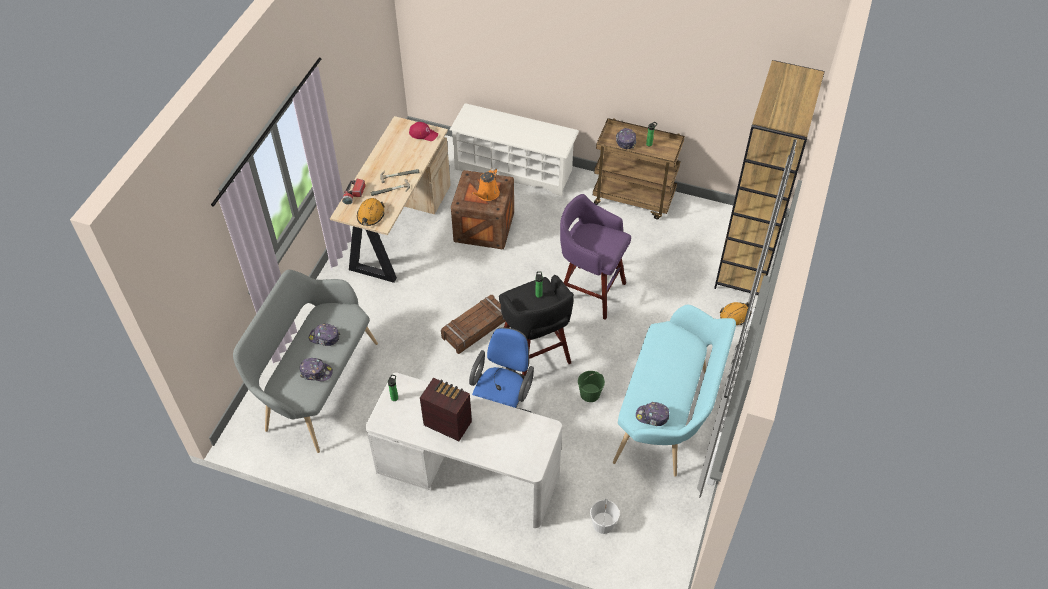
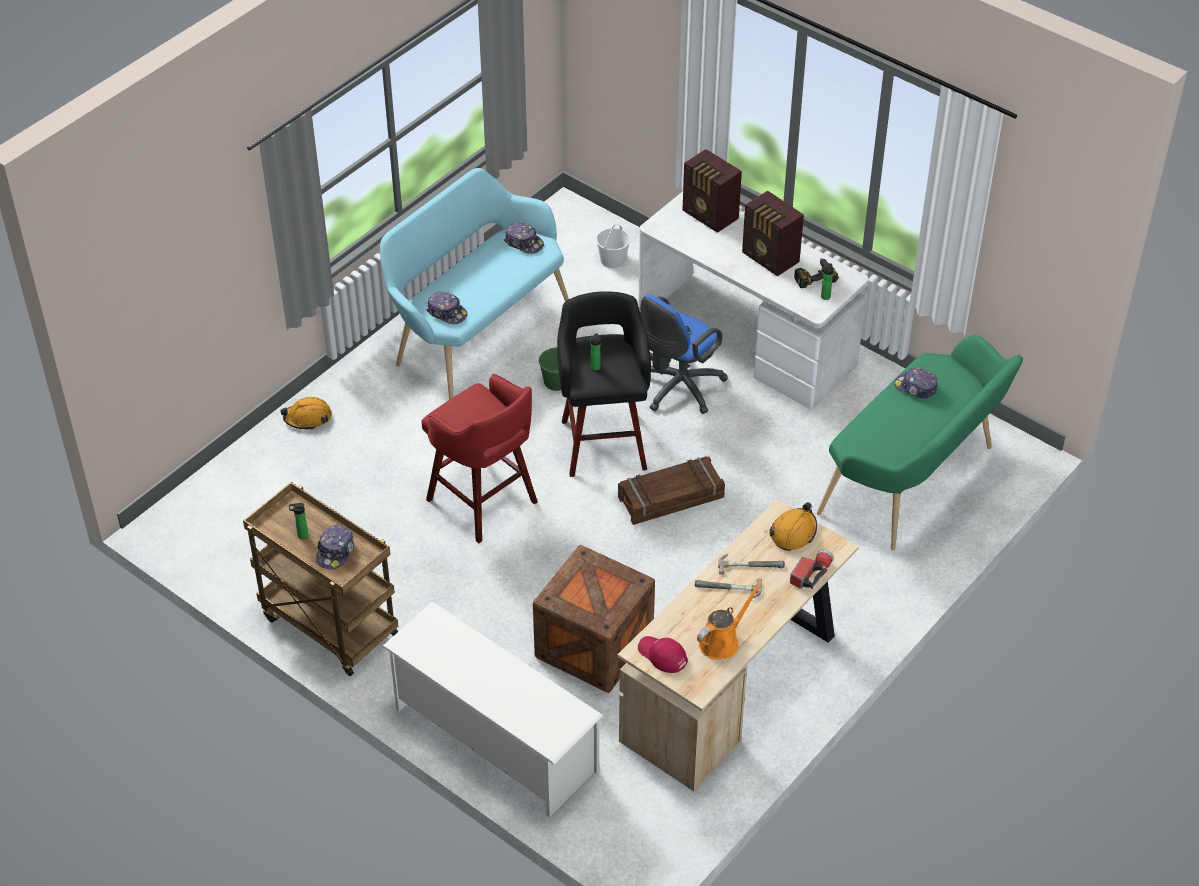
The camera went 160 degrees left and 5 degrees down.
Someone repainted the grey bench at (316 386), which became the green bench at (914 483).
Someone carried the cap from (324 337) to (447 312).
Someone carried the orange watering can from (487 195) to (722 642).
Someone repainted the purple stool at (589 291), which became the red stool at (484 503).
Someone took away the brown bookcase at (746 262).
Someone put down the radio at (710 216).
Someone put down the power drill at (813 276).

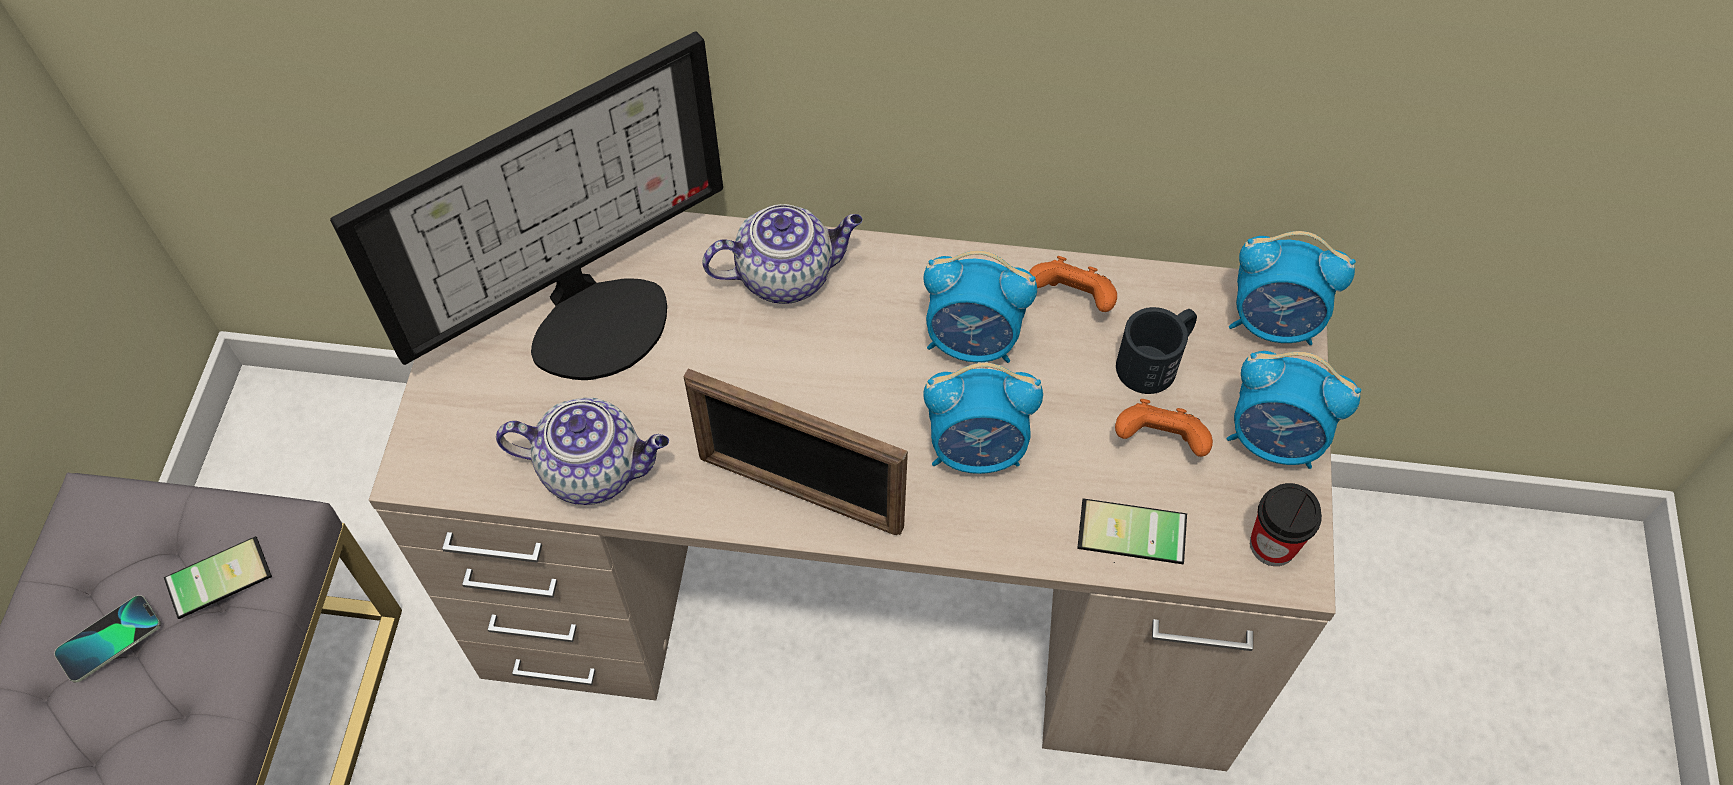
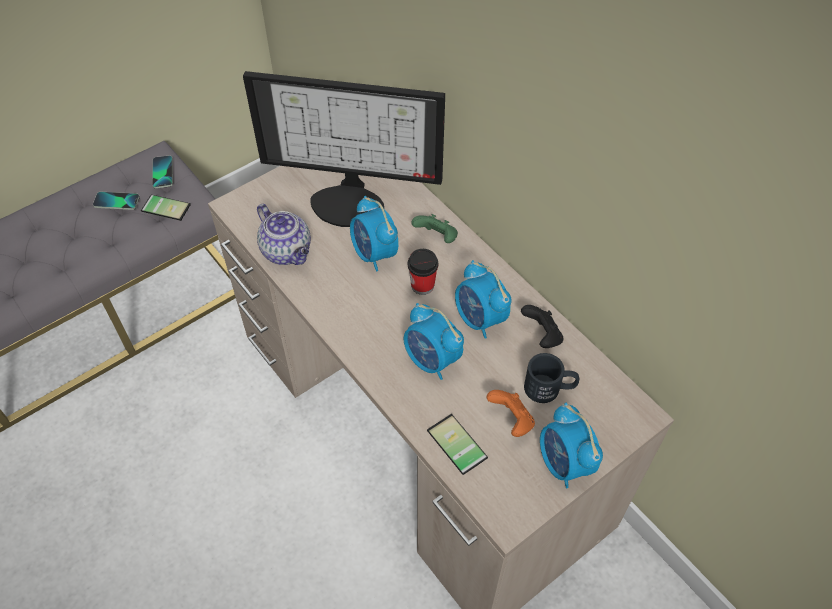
The camera went 45 degrees right and 5 degrees down.
Someone took away the picture frame at (799 493).
Someone swapped the teapot at (787 274) for the green game controller at (437 238).
Someone repainted the orange game controller at (1072 299), which became the black game controller at (542 336).
Someone carried the alarm clock from (1274 323) to (374 254).
Someone carried the cup from (1272 545) to (422 285).
Someone put down the phone at (162 172).

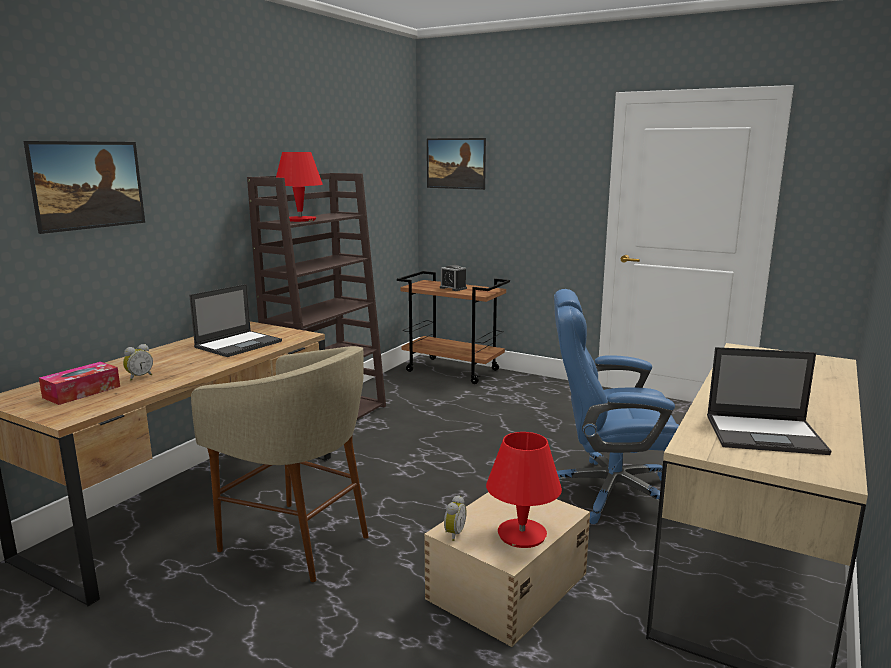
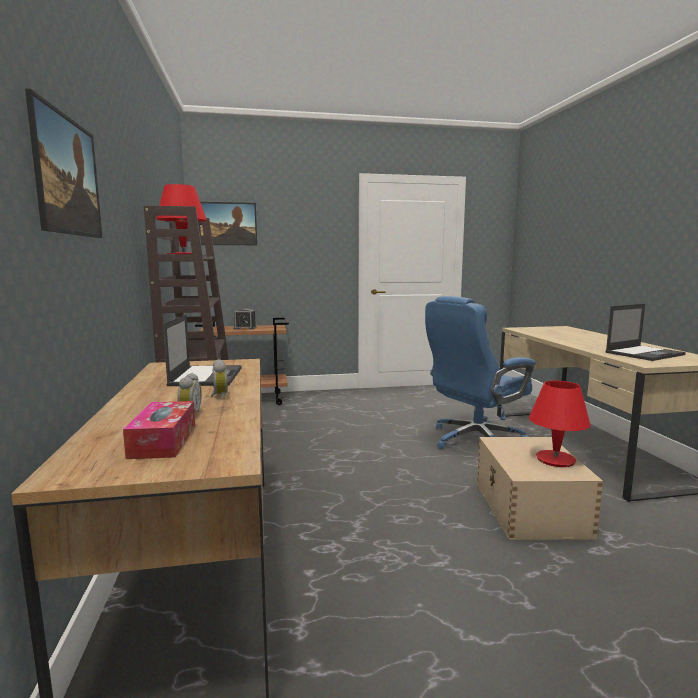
The camera went 40 degrees left and 5 degrees down.
Someone took away the beige stool at (297 542).
Someone carried the alarm clock from (453 533) to (219 396).

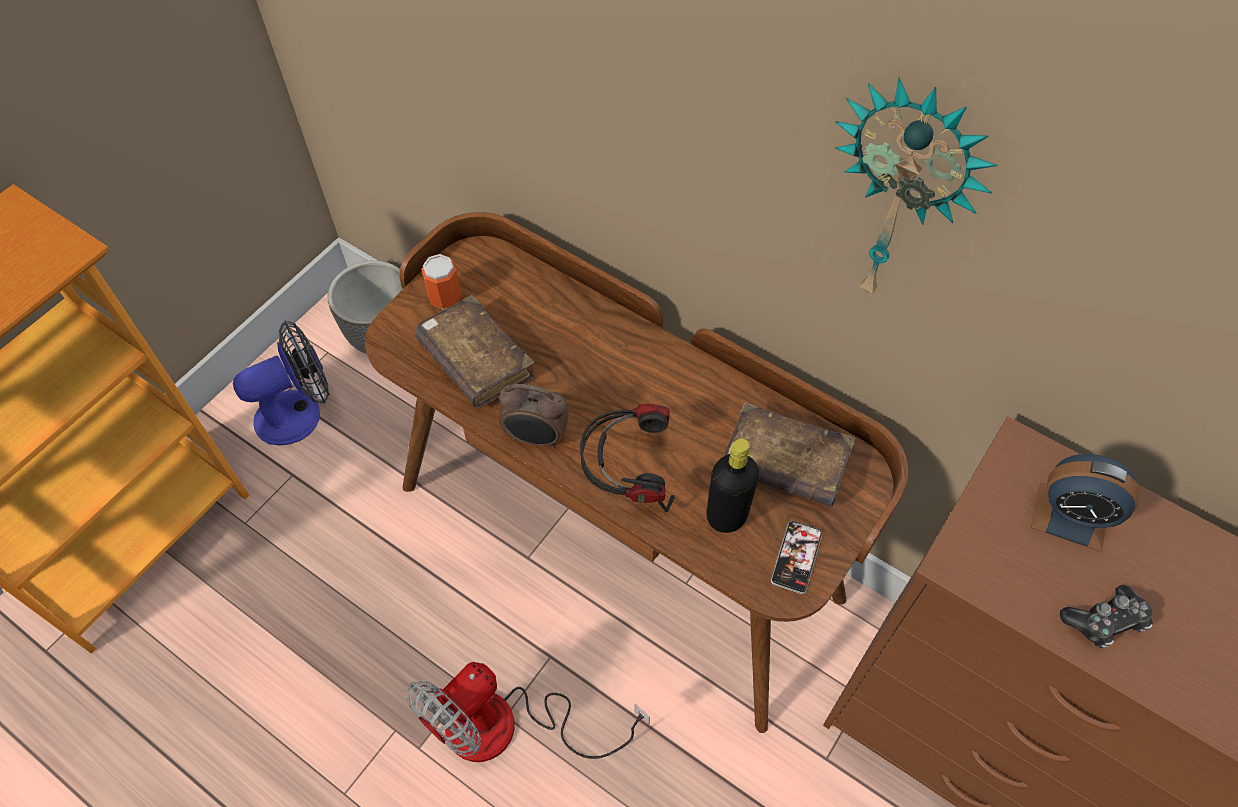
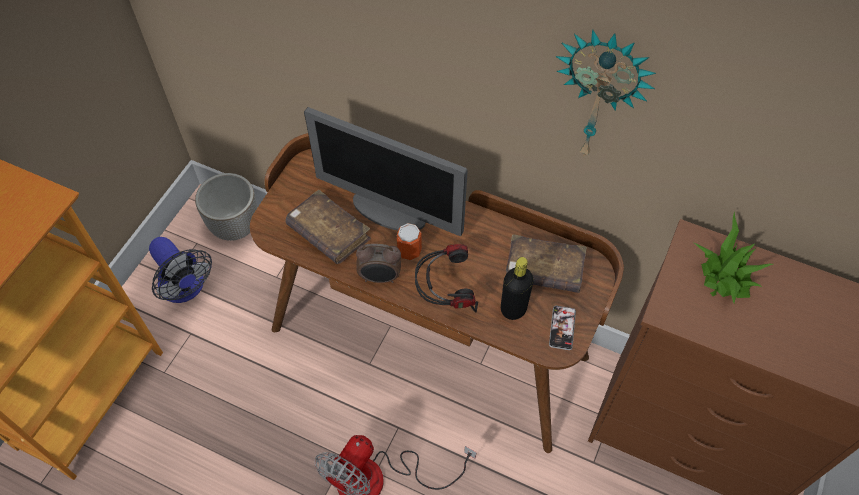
The camera went 10 degrees left and 0 degrees up.
Someone rotated the fan at (299 412) by 90 degrees clockwise.
Someone carried the can from (445 298) to (409 251).
Someone swapped the alarm clock at (1070 516) for the potted plant at (726 274).
Someone took away the game controller at (1104 621).
Someone put down the monitor at (389 211).

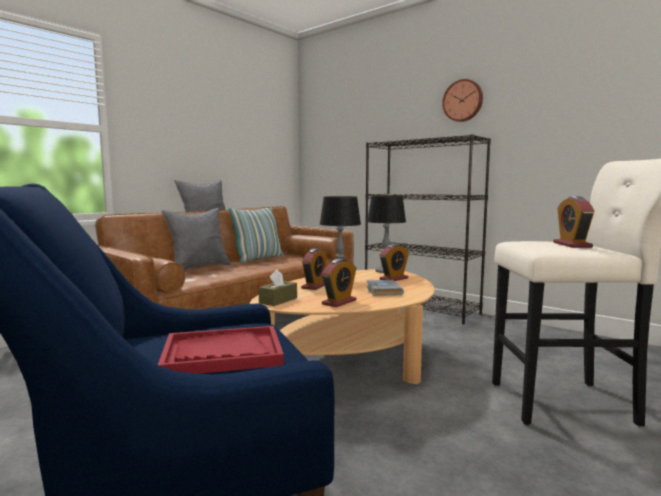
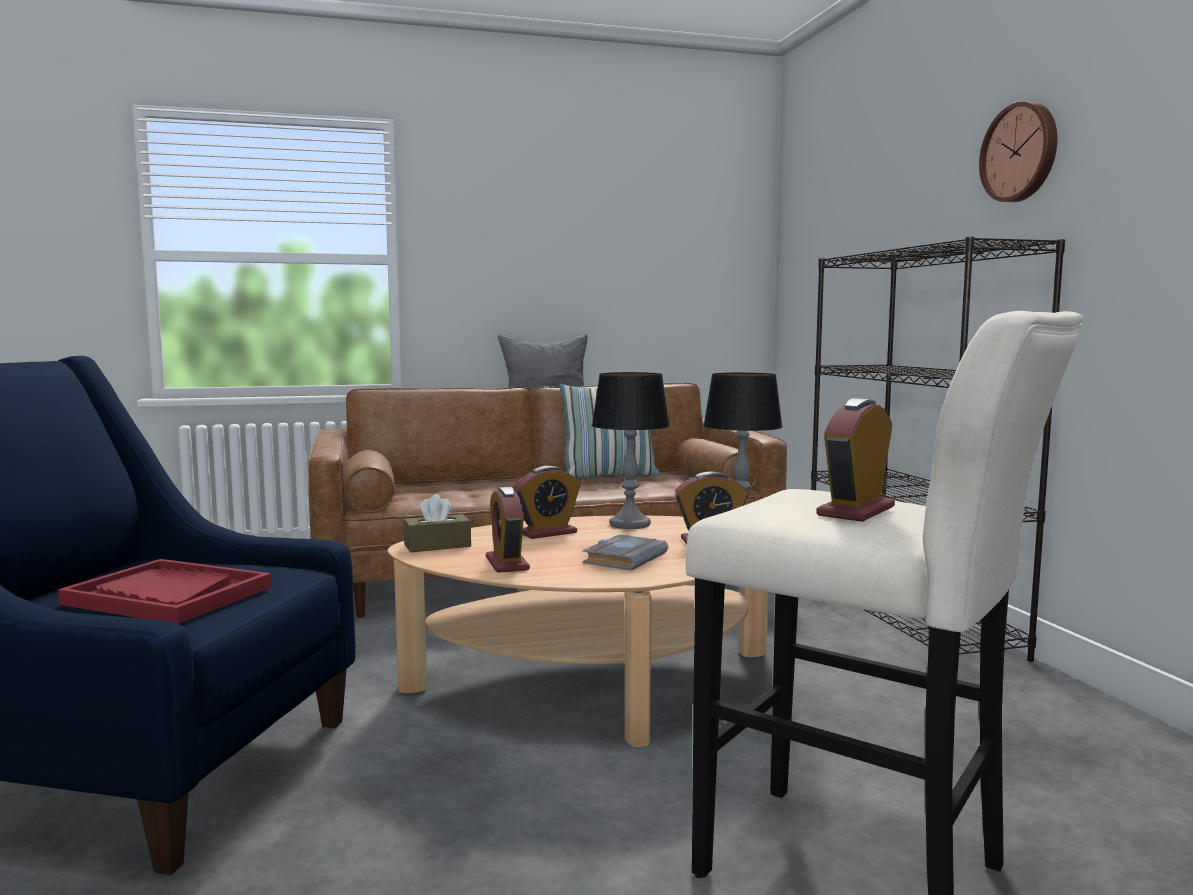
The camera went 35 degrees right and 0 degrees up.
Someone took away the grey pillow at (199 267).
Someone rotated the alarm clock at (339 302) by 90 degrees clockwise.

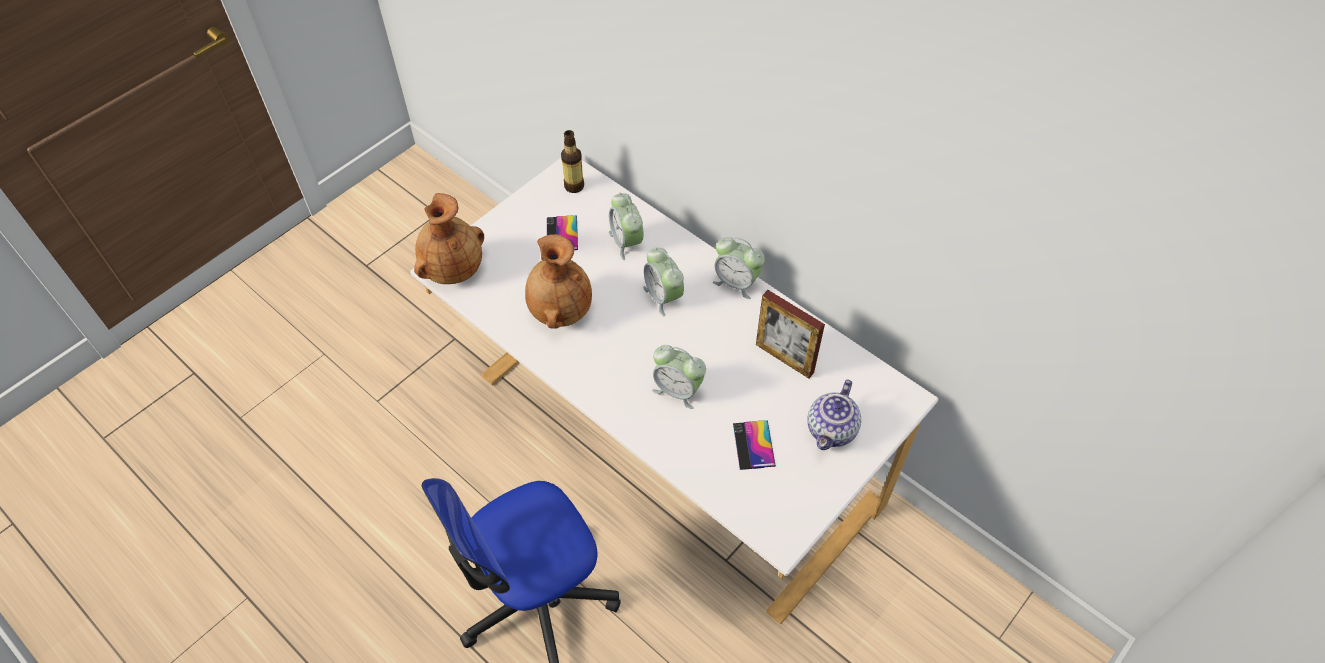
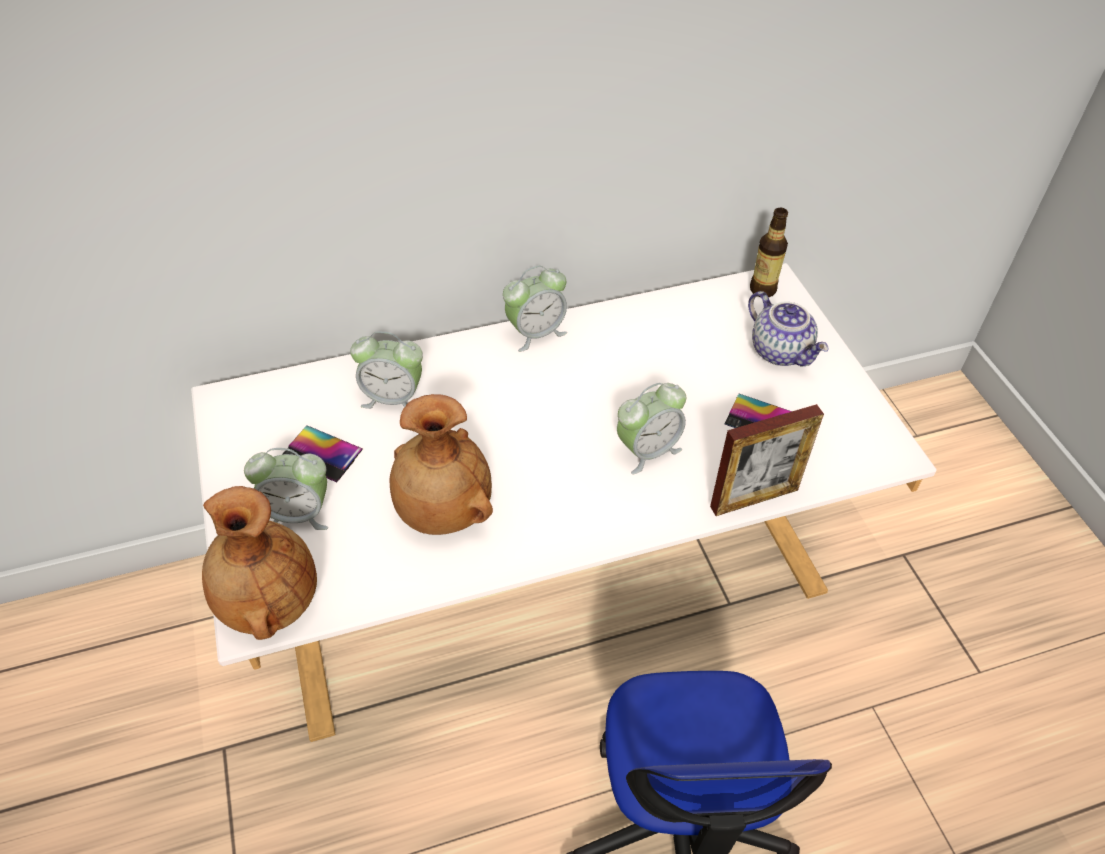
The camera went 60 degrees left and 5 degrees down.
Someone carried the bottle from (574 186) to (763 289).
Someone carried the alarm clock from (663 297) to (298 513).
Someone carried the picture frame from (784 358) to (754 498).

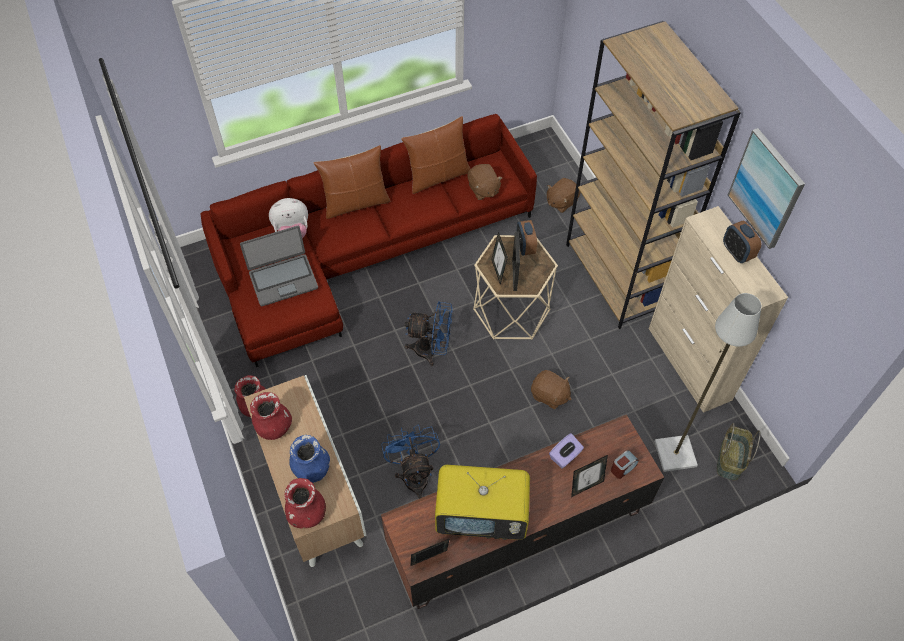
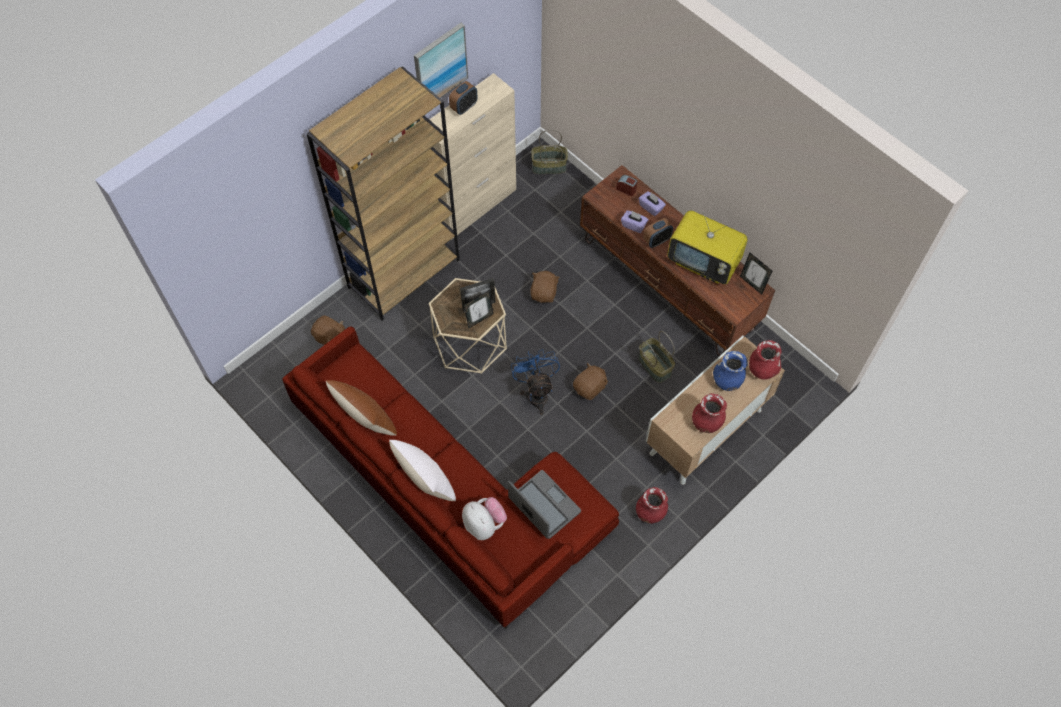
The camera went 110 degrees left and 5 degrees up.
Someone repainted the brown pillow at (356 203), which became the white pillow at (426 482).
Someone swapped the blue fan at (414 474) for the basket at (655 366).
Someone rotated the television at (482 516) by 135 degrees clockwise.
Someone carried the brown plush toy from (483 189) to (590 387).
Someone carried the alarm clock from (525 247) to (657 240).
Someone swapped the picture frame at (586 486) for the purple tissue box at (651 207).
Someone took away the grey floor lamp at (675 455).

